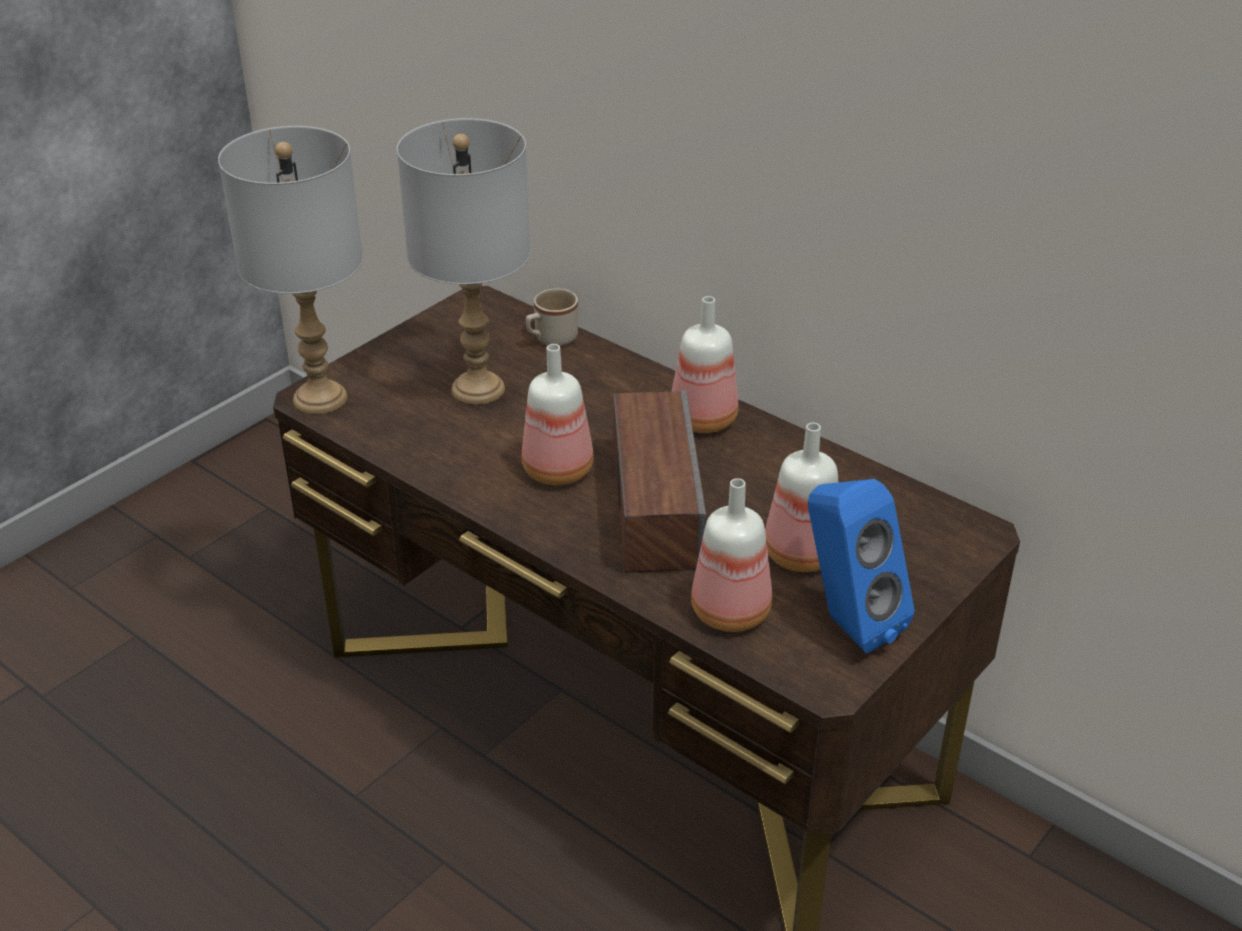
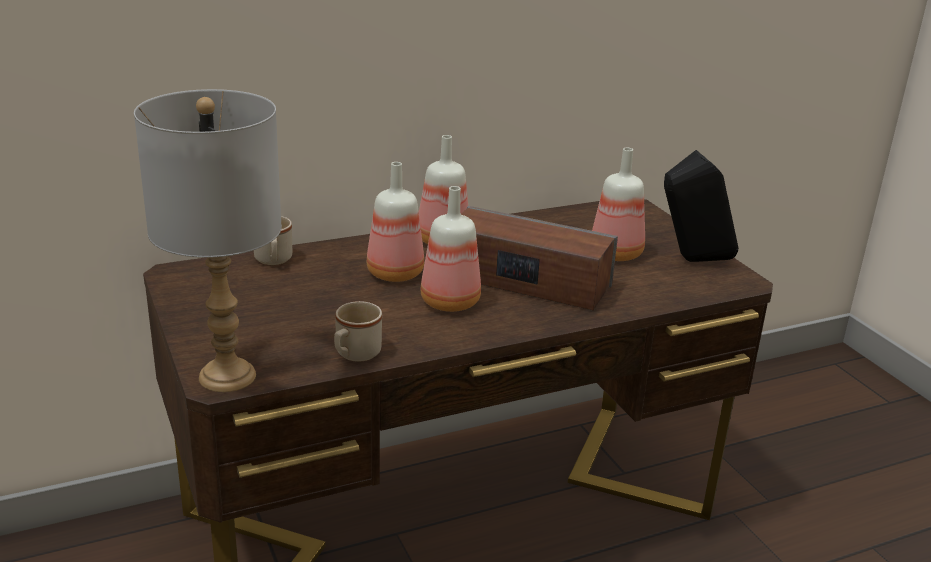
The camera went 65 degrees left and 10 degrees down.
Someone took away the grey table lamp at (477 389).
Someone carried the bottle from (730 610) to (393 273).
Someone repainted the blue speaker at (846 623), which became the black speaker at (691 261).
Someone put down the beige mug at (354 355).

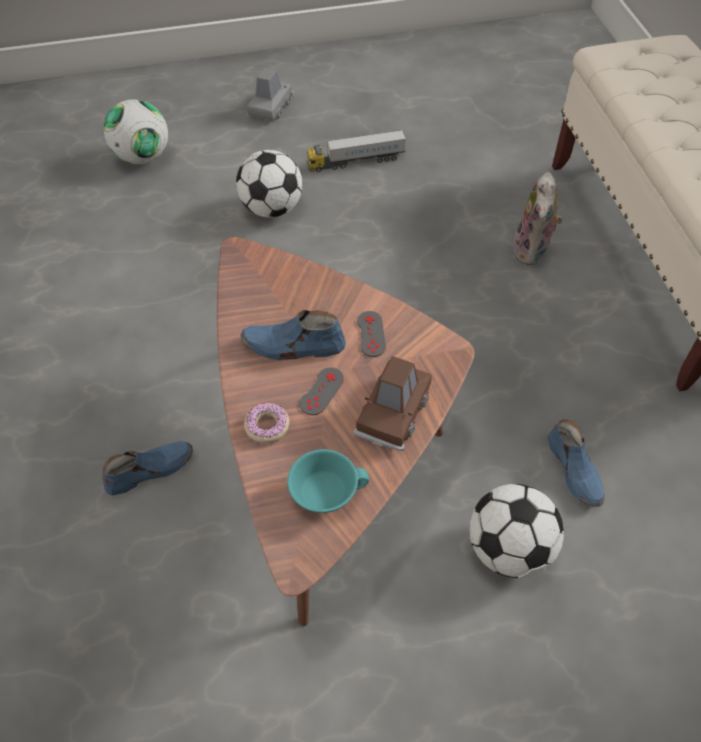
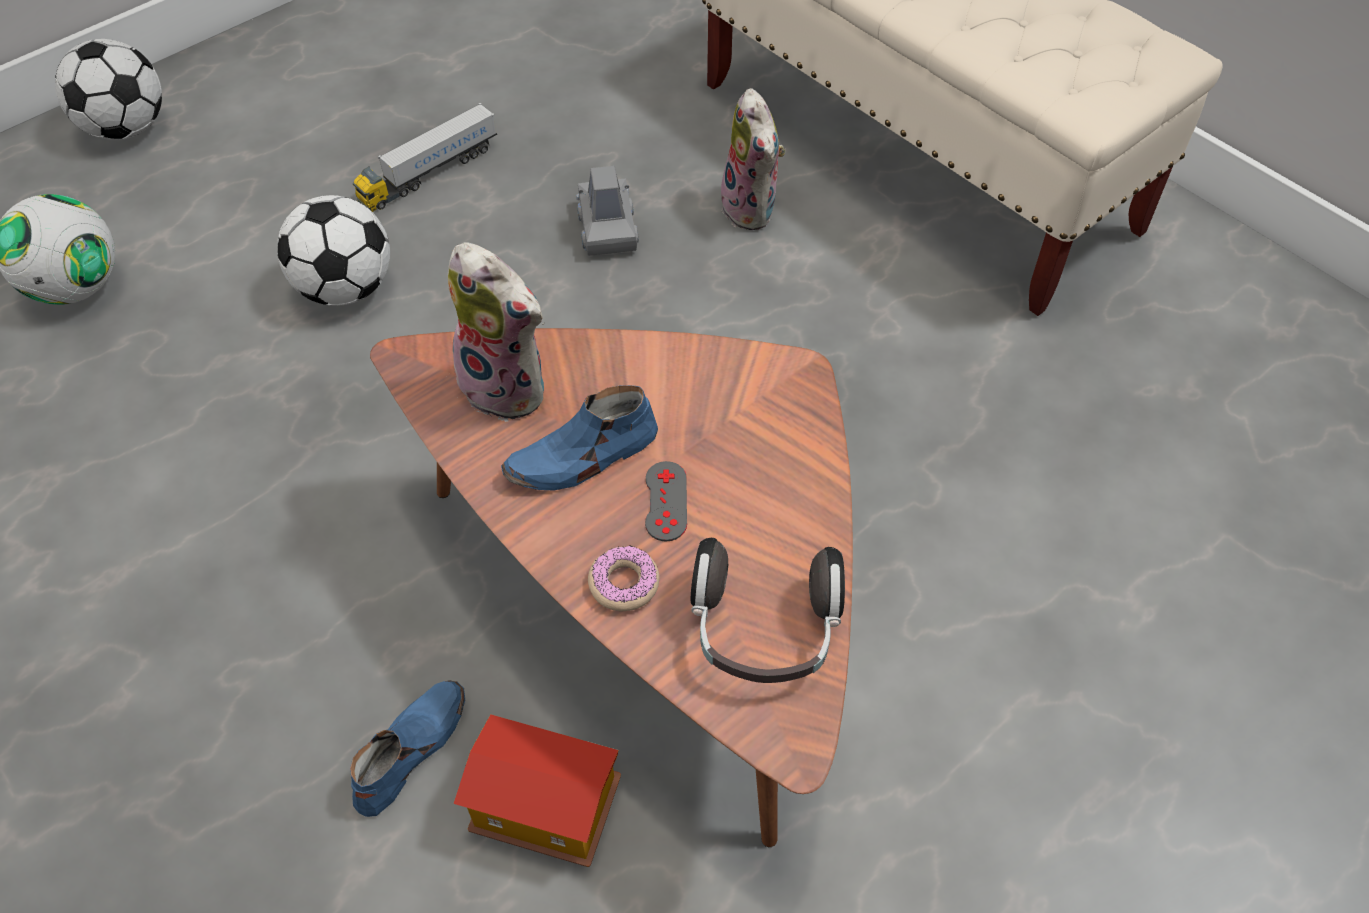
The camera went 30 degrees left and 0 degrees up.
Someone carried the grey toy car from (271 107) to (607 228).
Someone swapped the turquoise cup at (325 491) for the headphones at (764 630).
Someone took away the brown toy car at (393 413).
Someone took away the grey game controller at (371 334).
Someone carried the football from (508 549) to (127 128).
Someone took away the blue shoe at (575 470).
Someone put down the plush toy at (509 386).
Someone put down the toy house at (544 809).

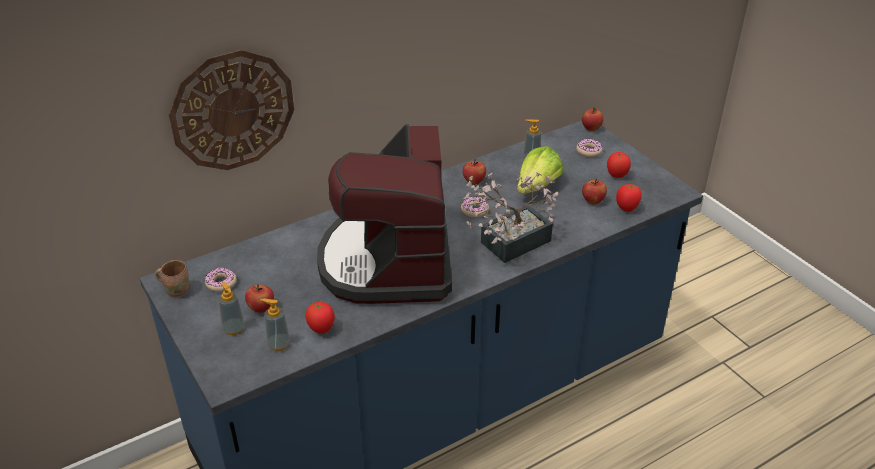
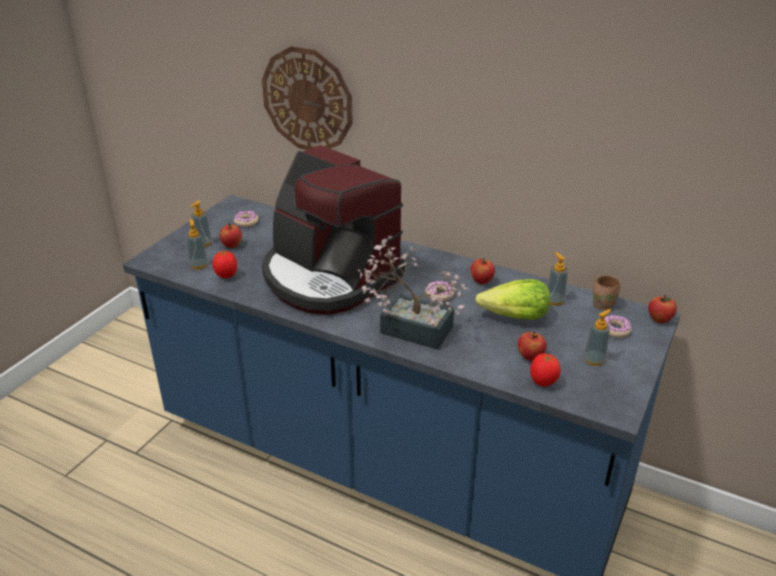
The camera went 60 degrees right and 5 degrees down.
Someone carried the brown mug from (177 290) to (603 304).
Someone rotated the coffee machine at (388 261) by 105 degrees counterclockwise.
Someone swapped the tomato at (616 175) for the soap dispenser at (594 360).

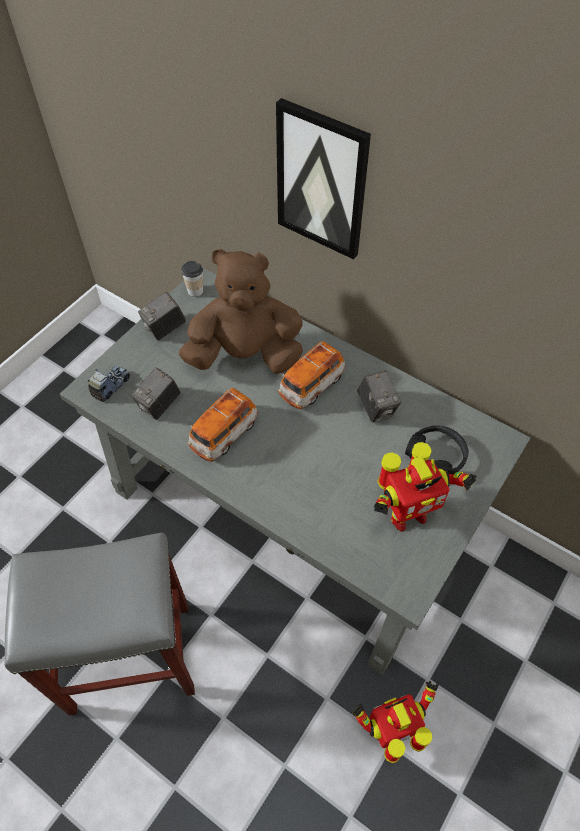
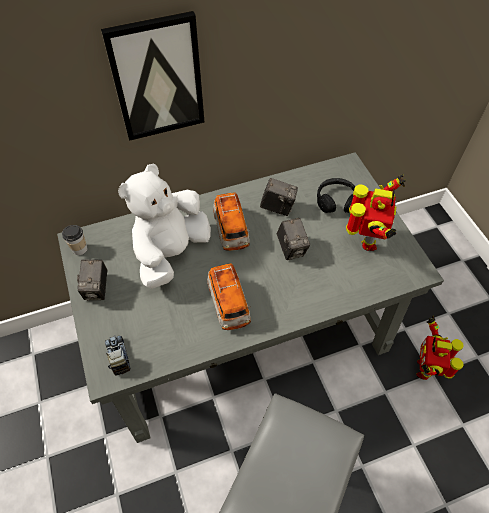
The camera went 55 degrees left and 0 degrees up.
Someone carried the photo camera from (159 405) to (291 248).
Someone repainted the brown plush toy at (245 355), which became the white plush toy at (171 252).

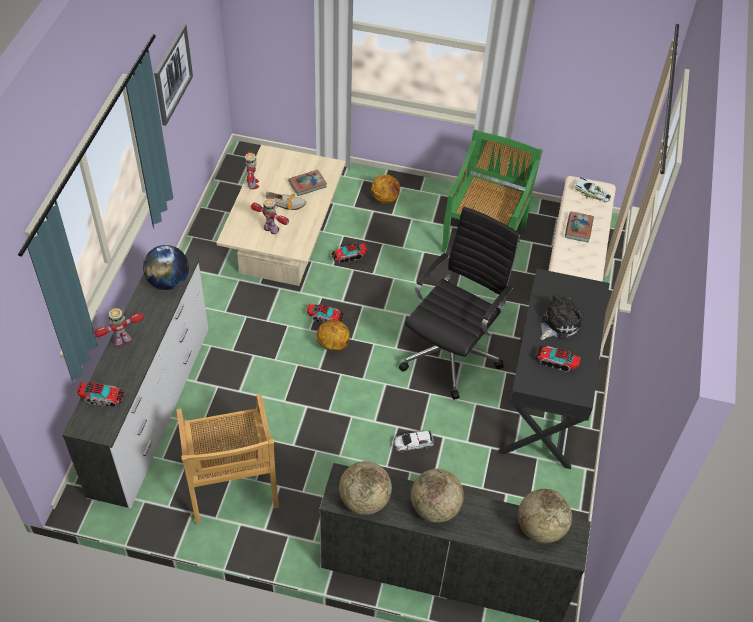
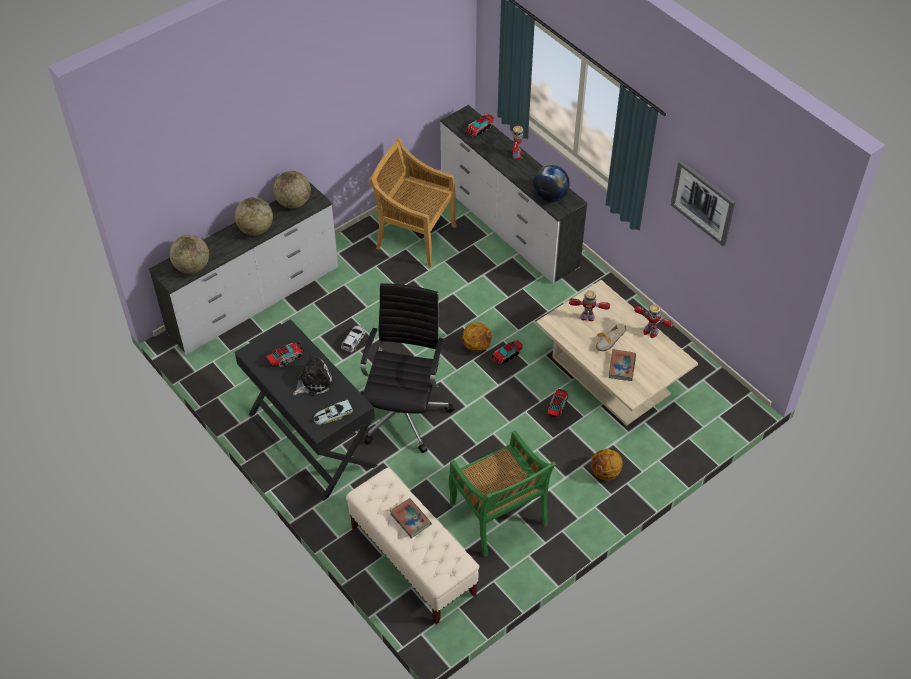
The camera went 130 degrees right and 0 degrees up.
Someone rotated the toy robot at (271 229) by 150 degrees counterclockwise.
Someone rotated the black office chair at (452 352) by 150 degrees counterclockwise.
Someone rotated the plush toy at (558 324) by 120 degrees counterclockwise.
Someone carried the toy car from (592 193) to (332 414).

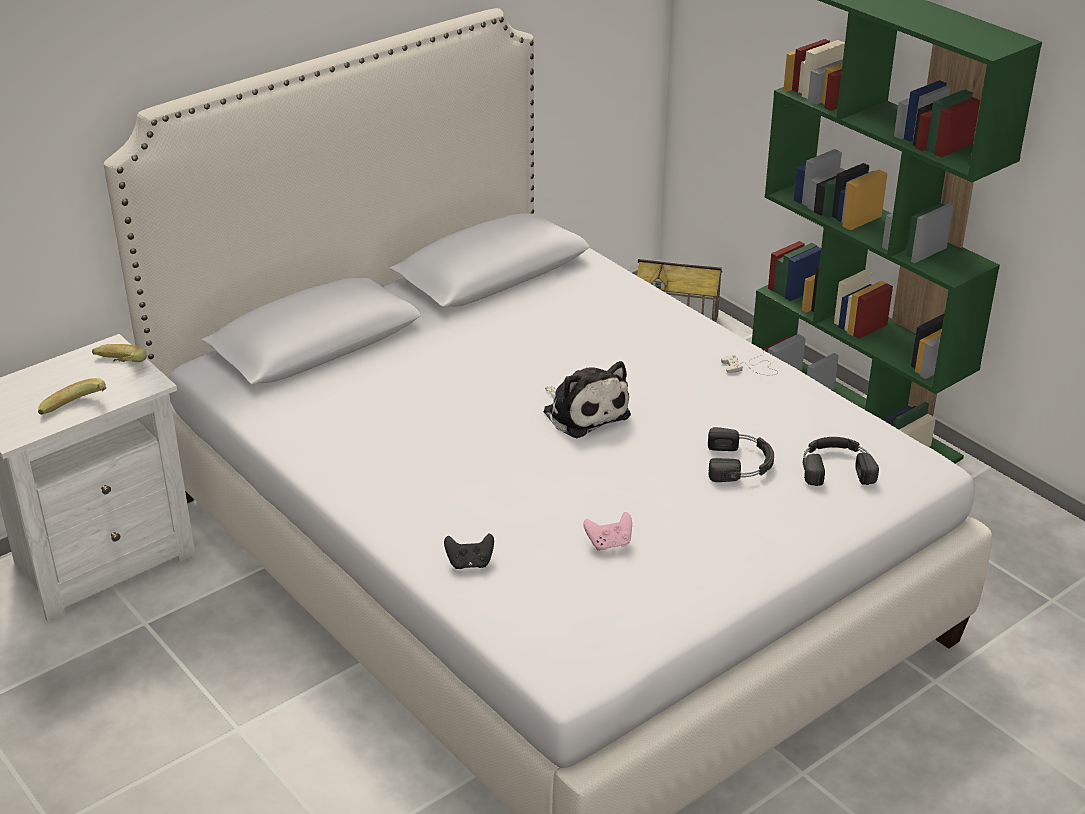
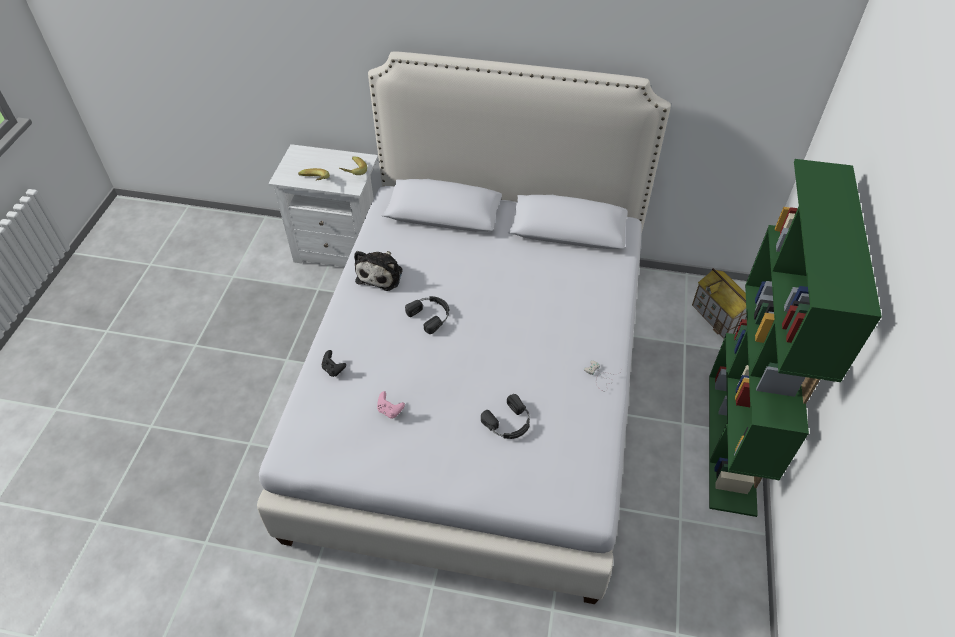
The camera went 50 degrees right and 15 degrees up.
Someone carried the plush toy from (584 412) to (381 274).
Someone carried the black headphones from (836 467) to (431 315).

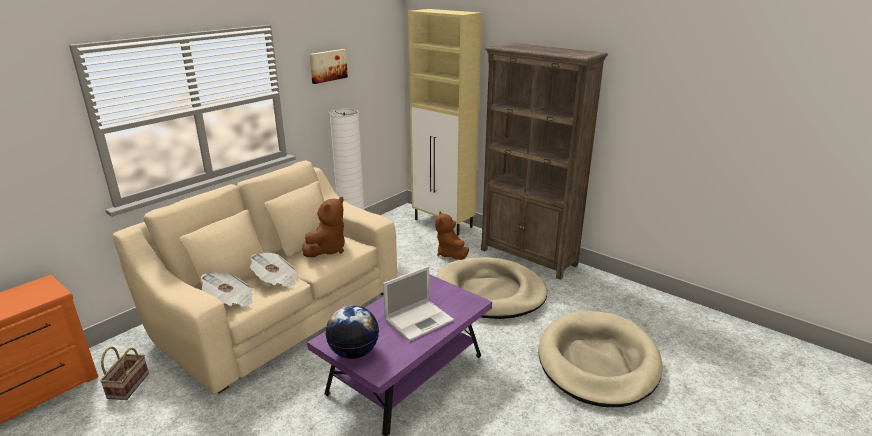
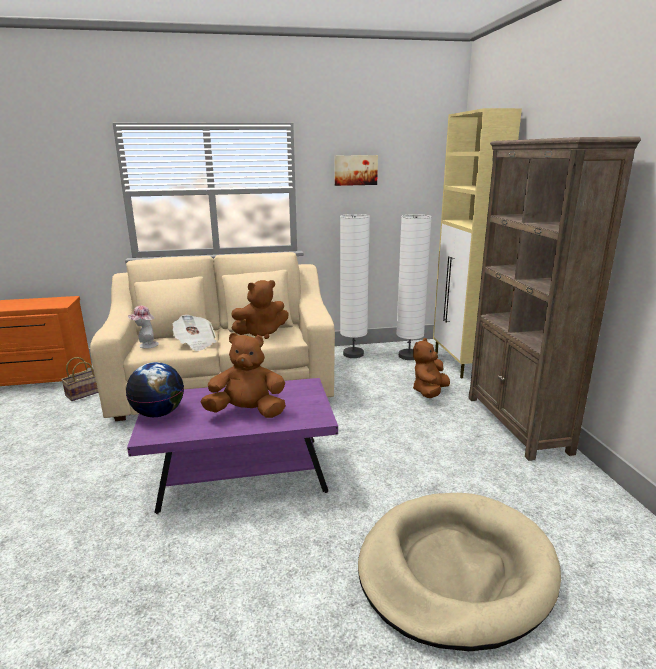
The camera went 40 degrees right and 5 degrees down.
Someone swapped the newspaper at (231 300) for the hat at (146 345).
Someone swapped the laptop at (420 320) for the brown plush toy at (247 412).
Someone took away the beige dog bed at (490 292).
Someone put down the white floor lamp at (409 356).

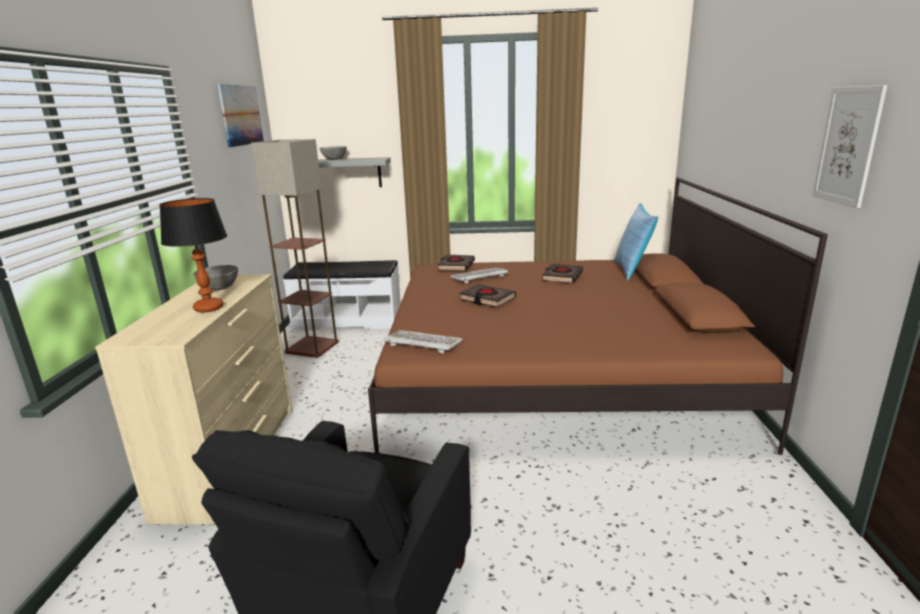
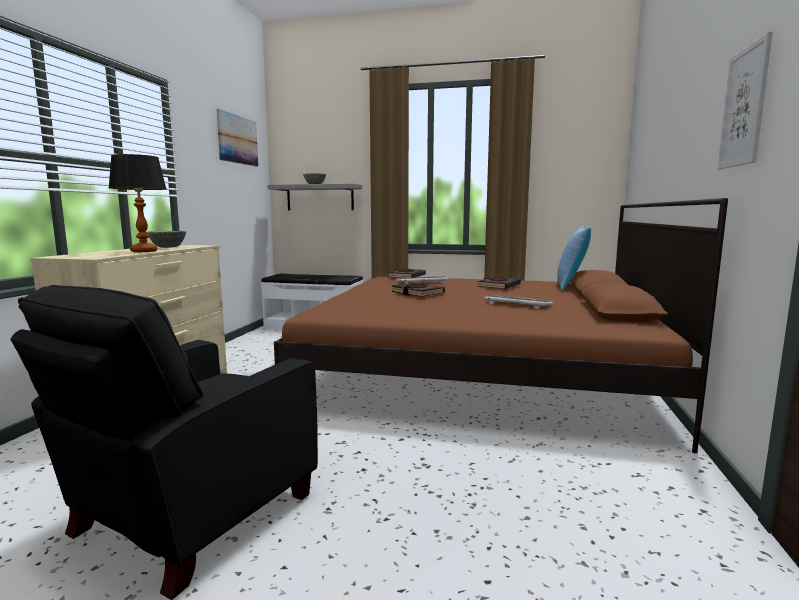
The camera went 10 degrees right and 10 degrees down.
Someone took away the floor lamp at (312 347).
Someone carried the keyboard from (423 343) to (517 304).

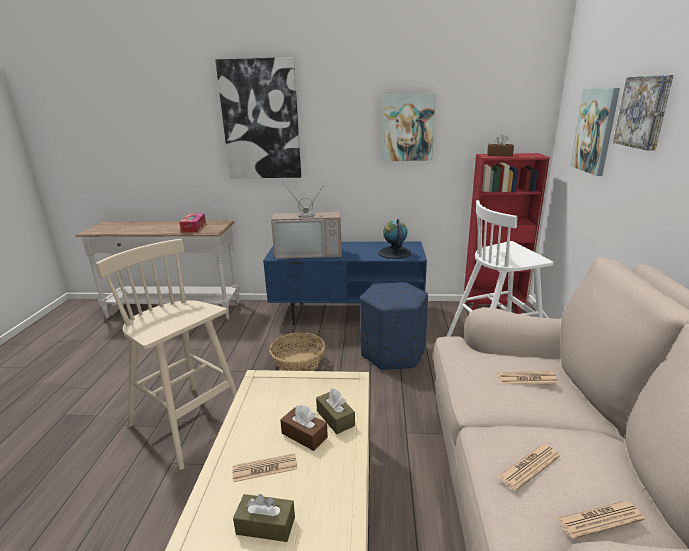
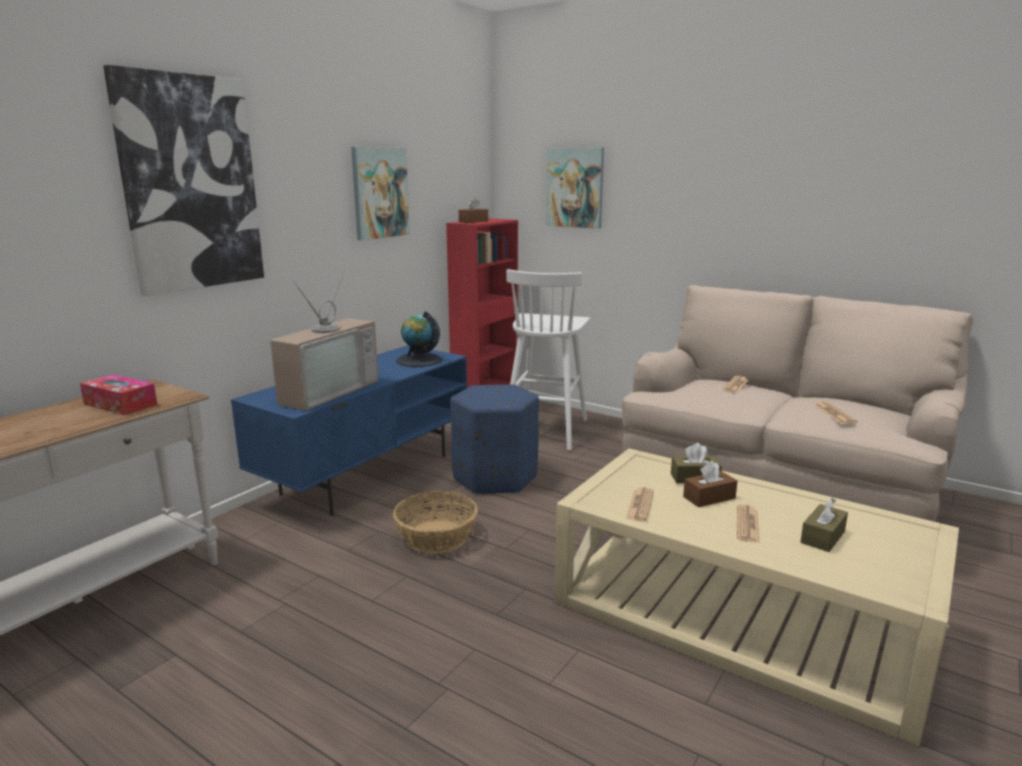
The camera went 60 degrees left and 5 degrees down.
Someone took away the beige stool at (189 425).
Someone carried the newspaper from (599 519) to (640 505).
Someone took away the picture at (644 112).

